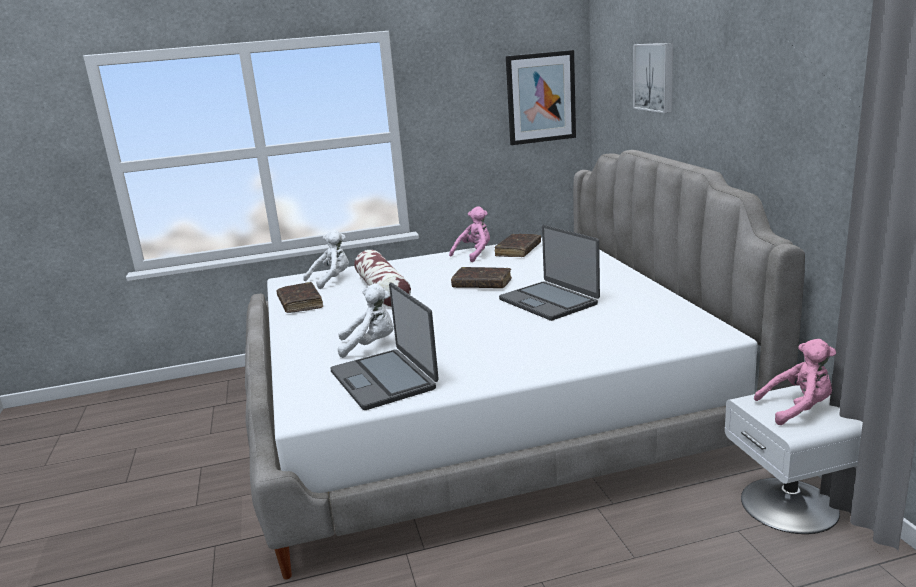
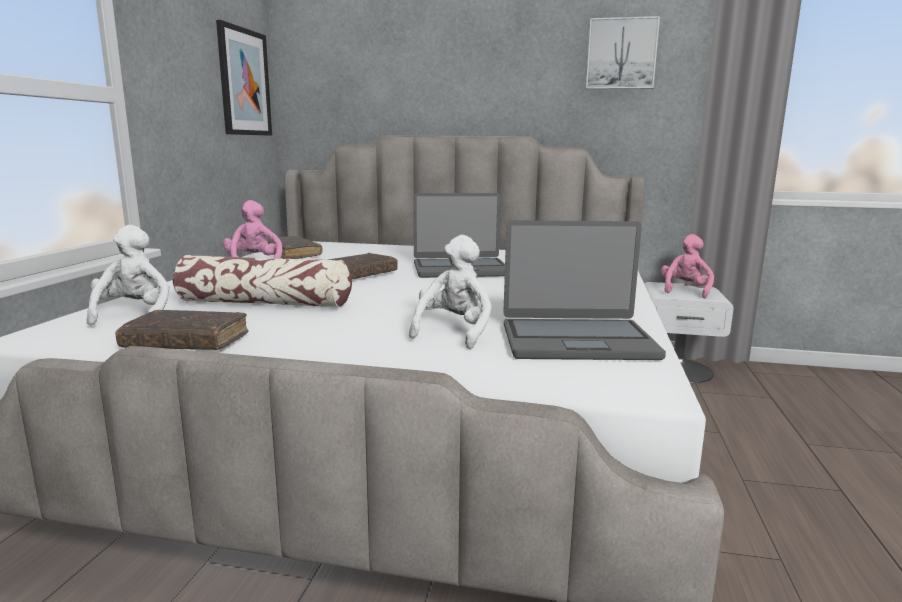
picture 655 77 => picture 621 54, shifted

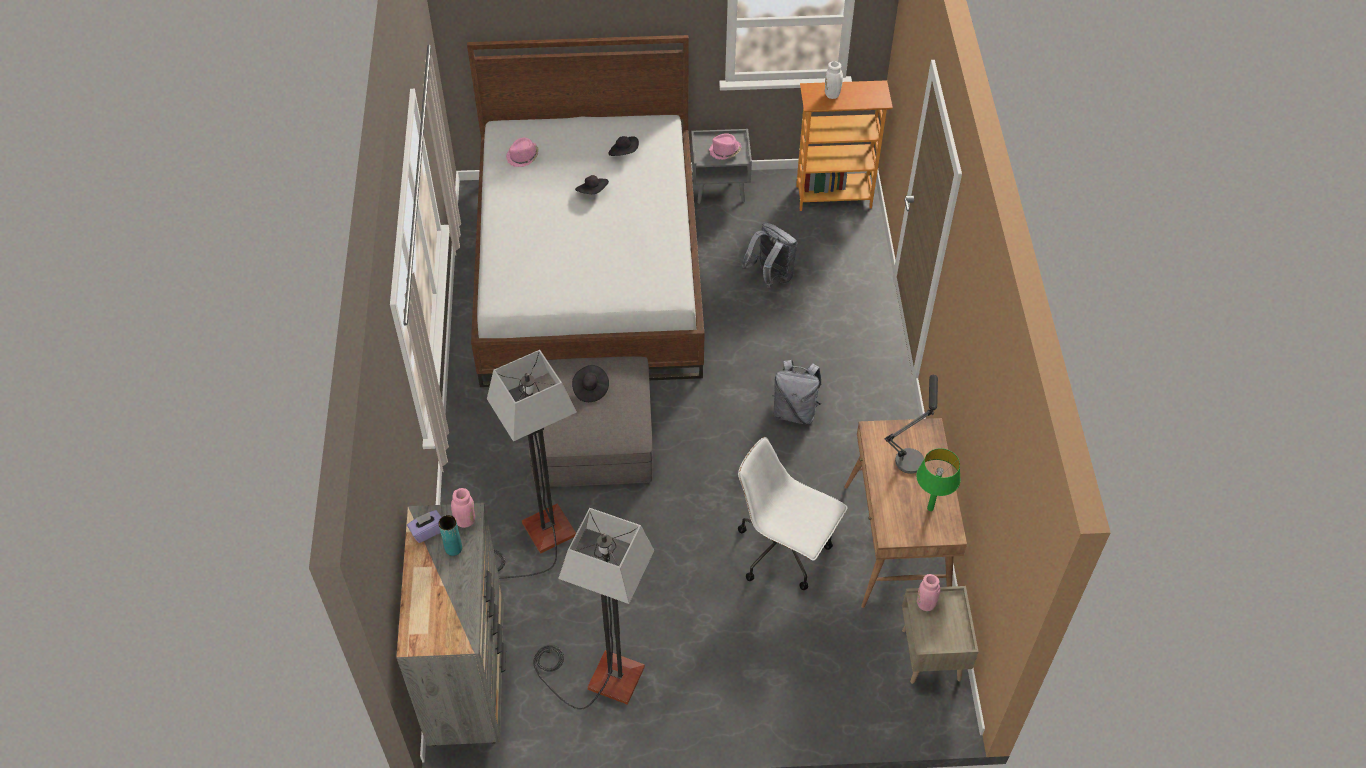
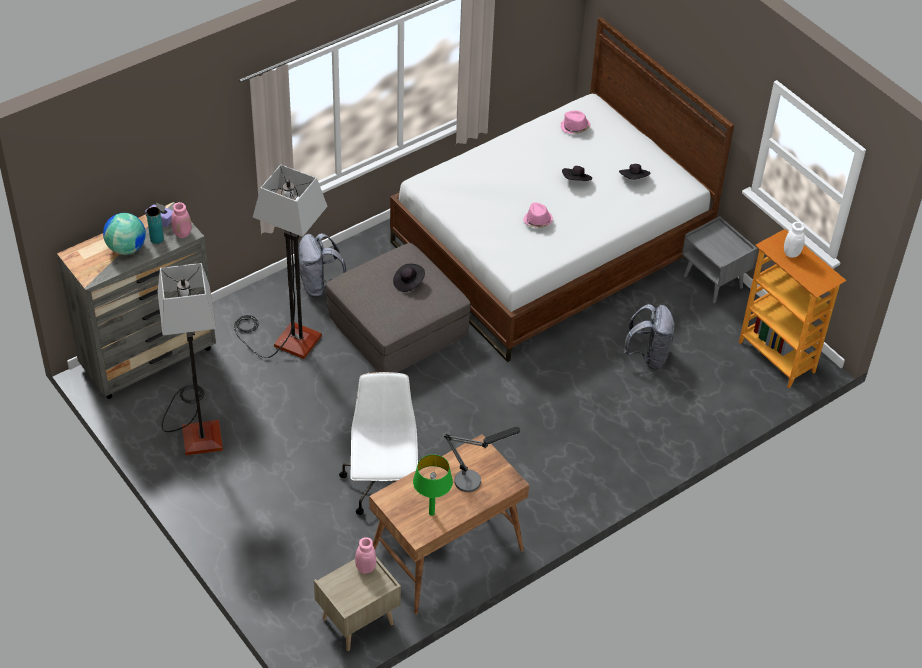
nothing => globe 126 248
backpack in grey 795 411 => backpack in grey 320 285, shifted
hat in pink 725 151 => hat in pink 537 221, shifted

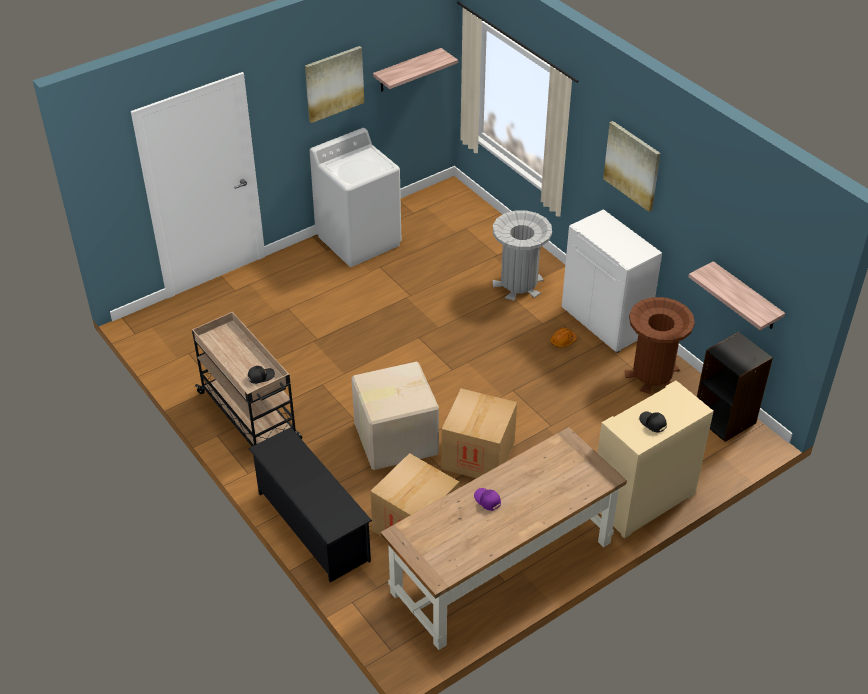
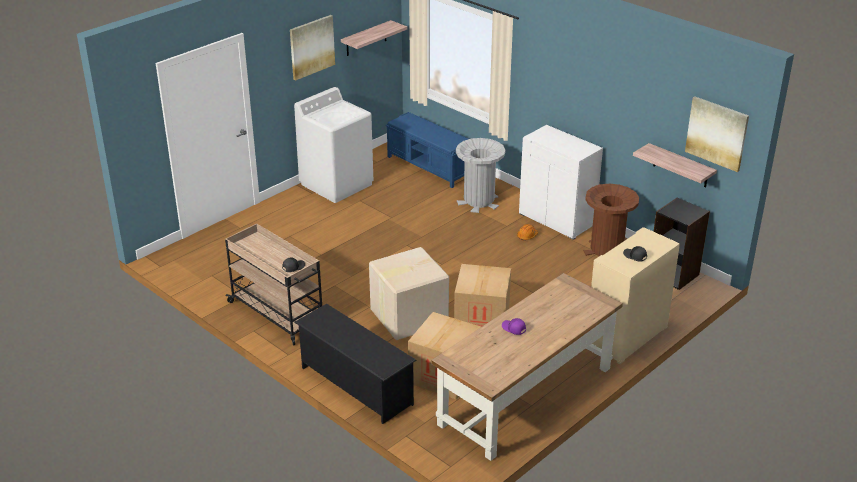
nothing => bench in blue 430 167
picture 632 165 => picture 717 133, shifted

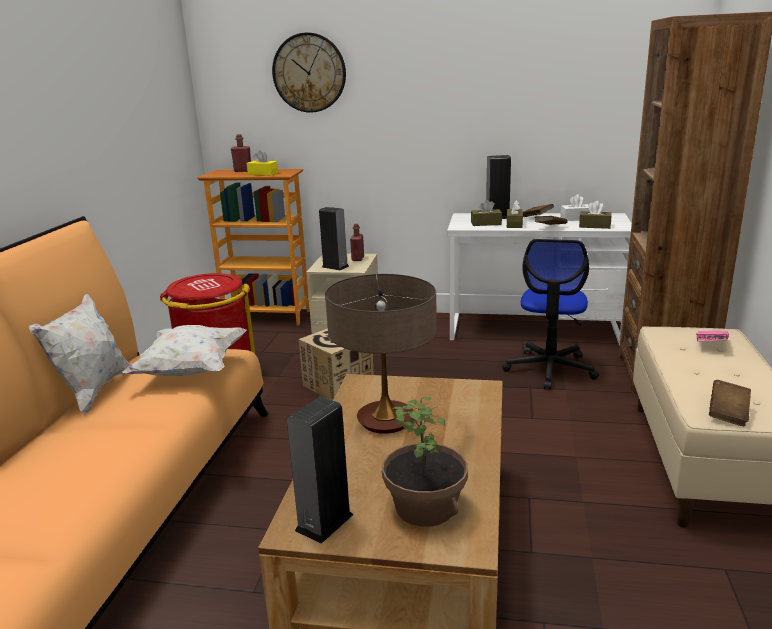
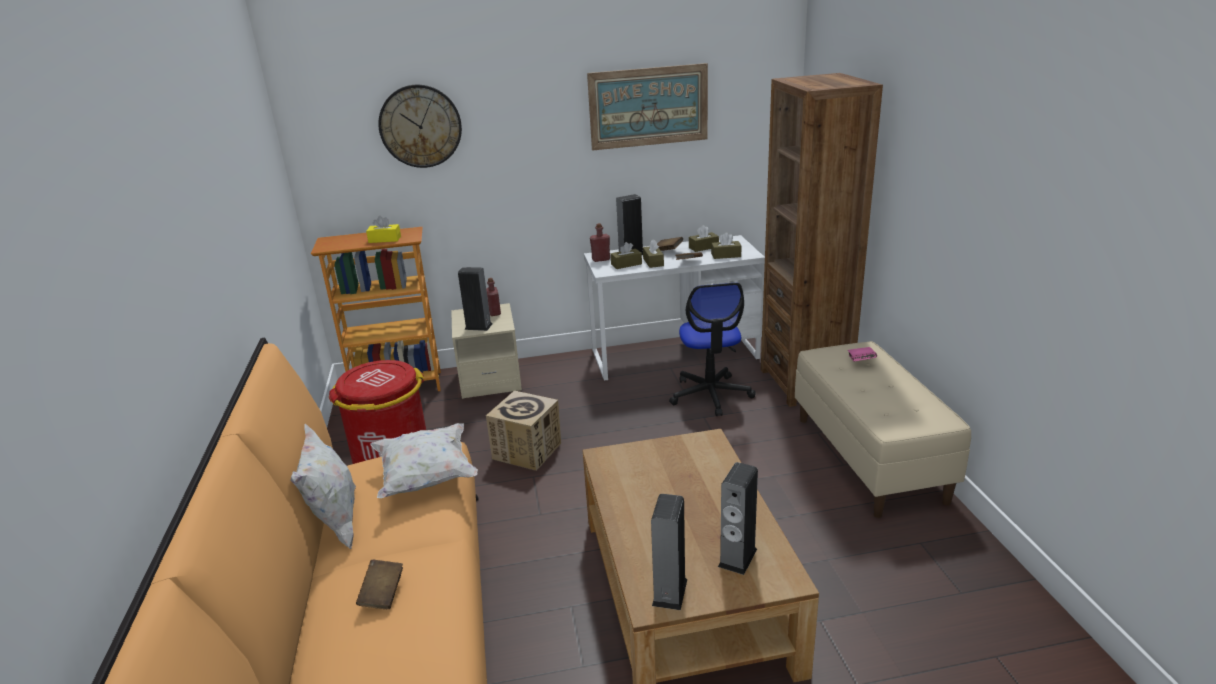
book in brown 728 414 => book in brown 382 594, shifted
nothing => picture 648 106
bottle in red 243 171 => bottle in red 601 259, shifted
tissue box in white 576 218 => tissue box in brown 703 247
potted plant 426 506 => speaker 737 557
table lamp 386 420 => nothing

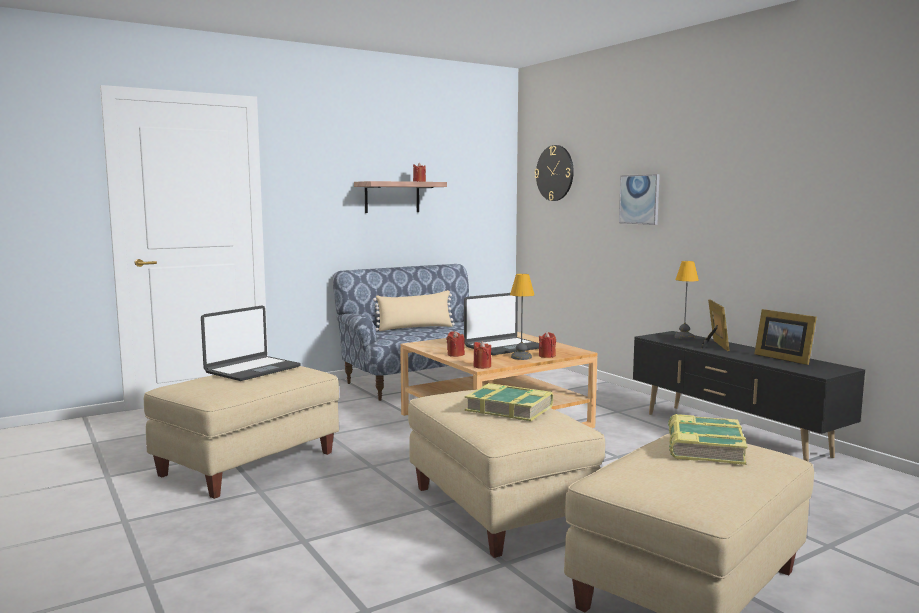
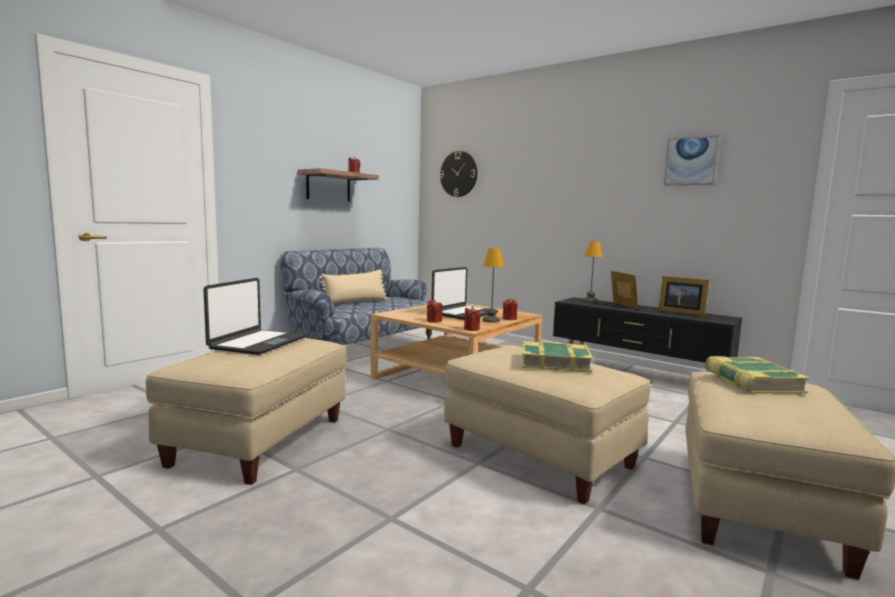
picture 639 199 => picture 691 161, shifted

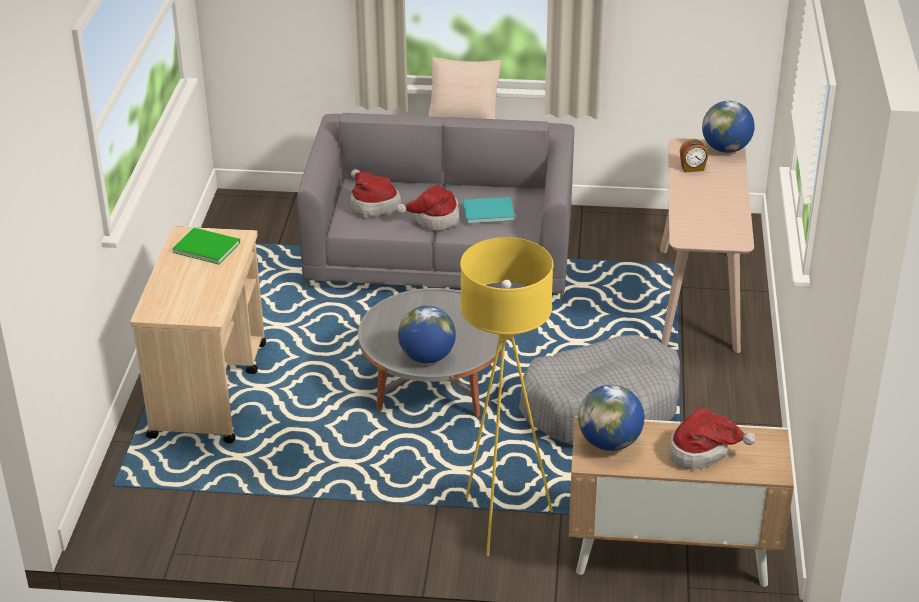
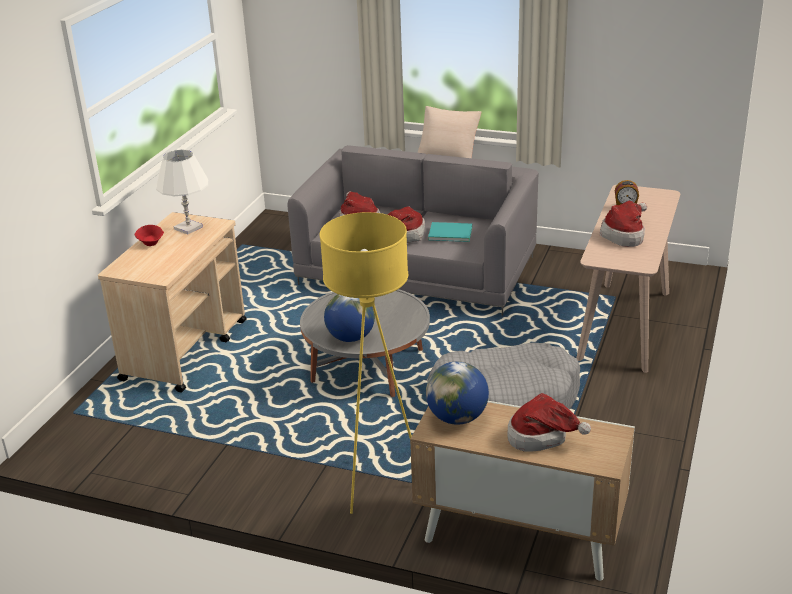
nothing => bowl in red 151 244
book in green 206 246 => table lamp in white 188 228
nothing => hat 625 235
globe 725 149 => nothing

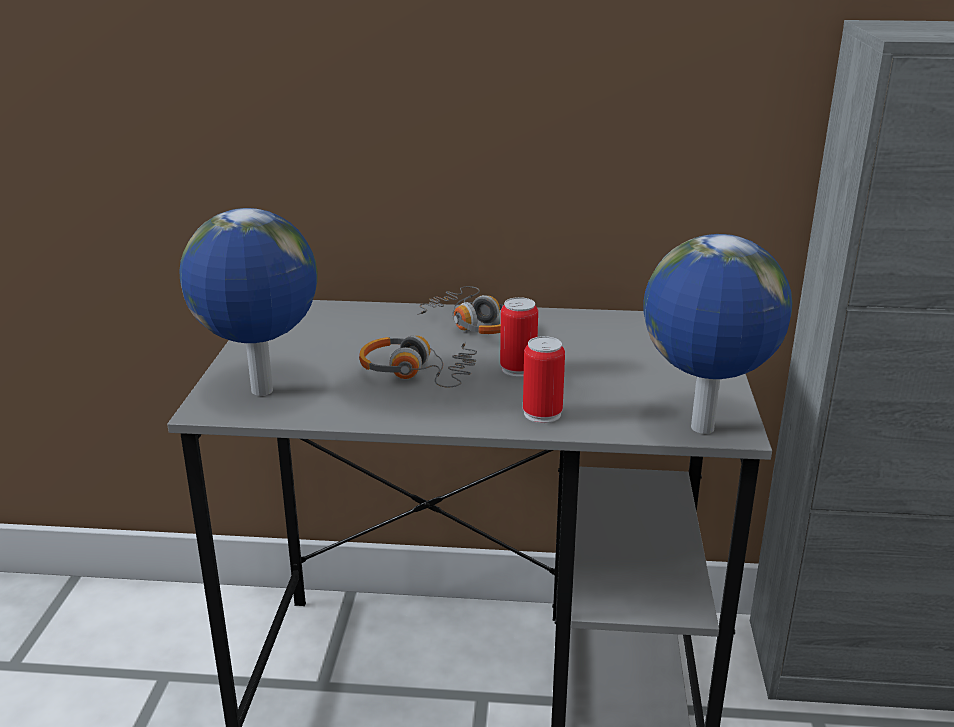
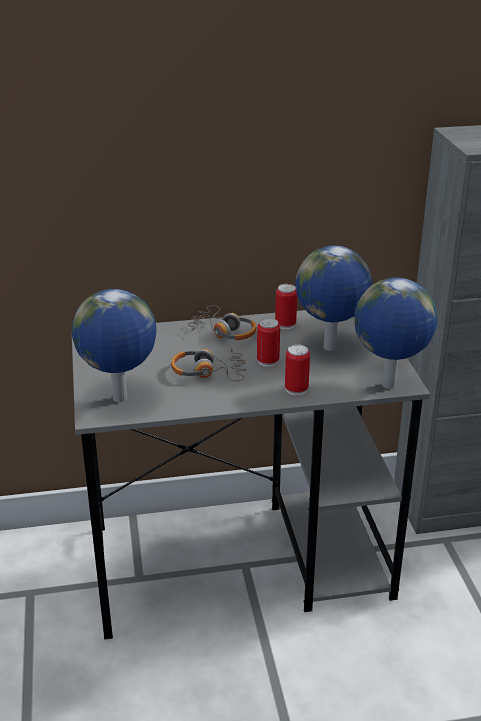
nothing => can 285 324
nothing => globe 330 348

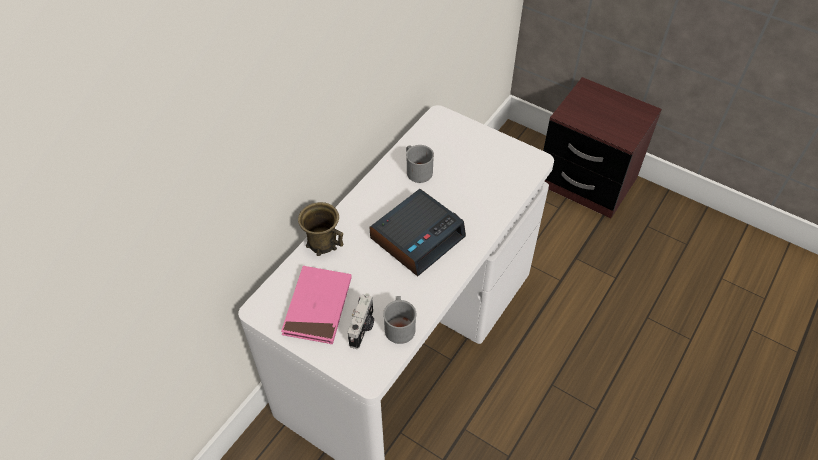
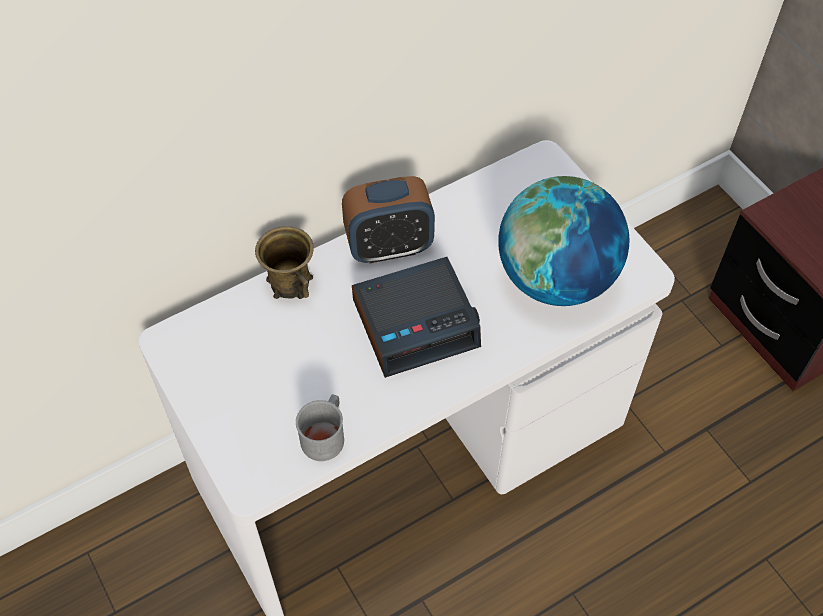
nothing => alarm clock 389 247
nothing => globe 556 278
book in pink 318 307 => nothing
photo camera 363 328 => nothing
mug in grey 417 170 => nothing

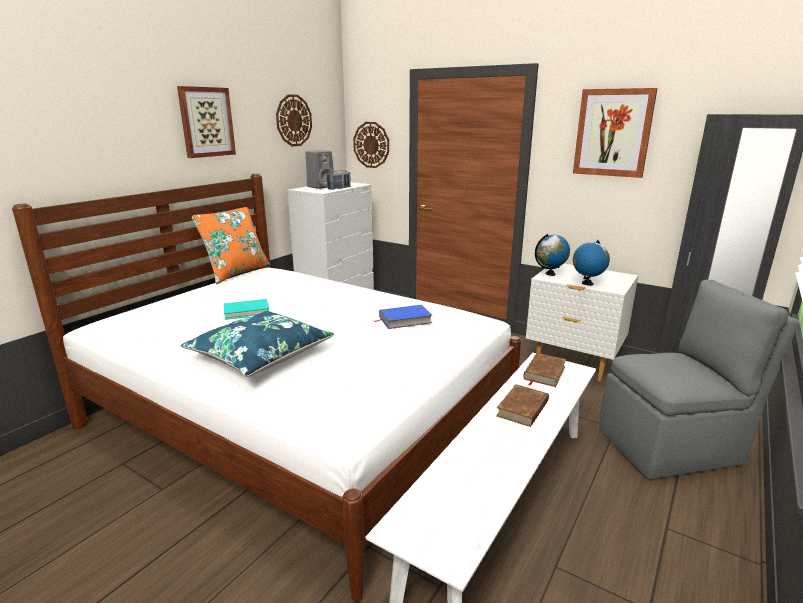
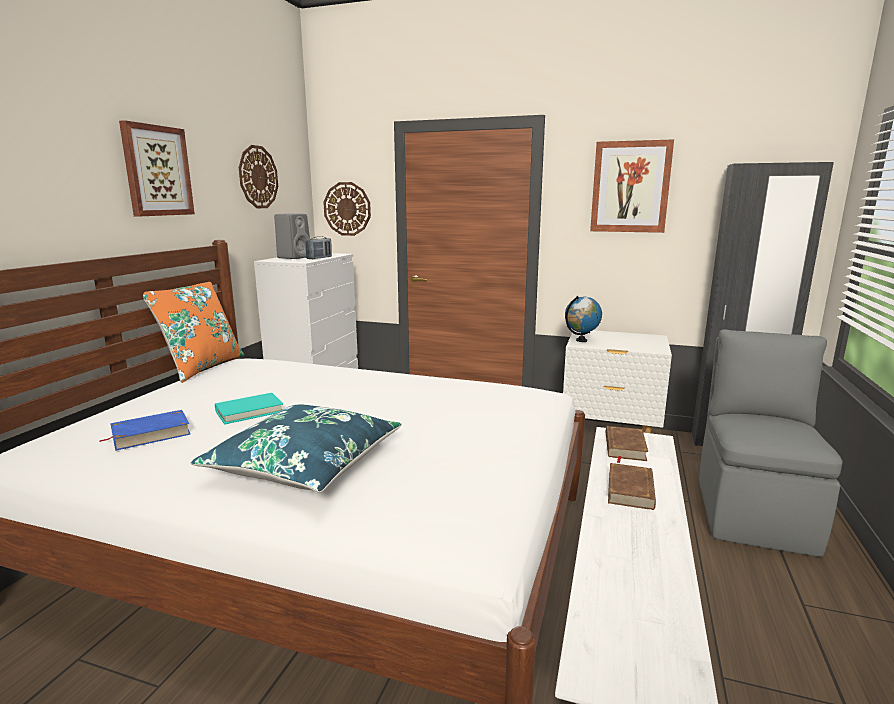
book in blue 405 320 => book in blue 150 434, shifted
chair in grey 672 446 => chair in grey 753 512, 45 degrees counterclockwise
globe 587 283 => nothing

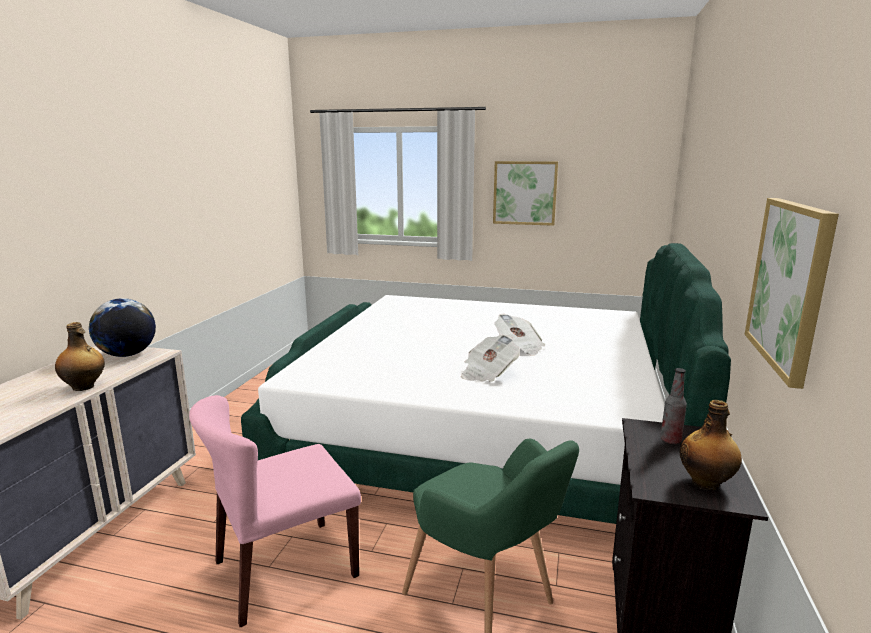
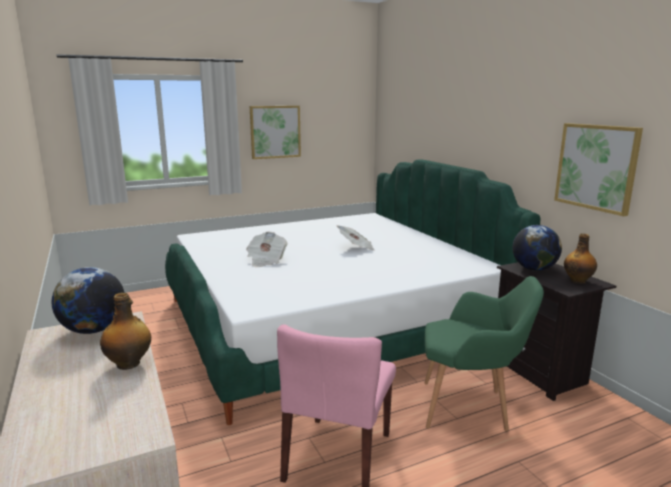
newspaper 488 373 => newspaper 266 260, shifted
bottle 670 440 => globe 534 269

